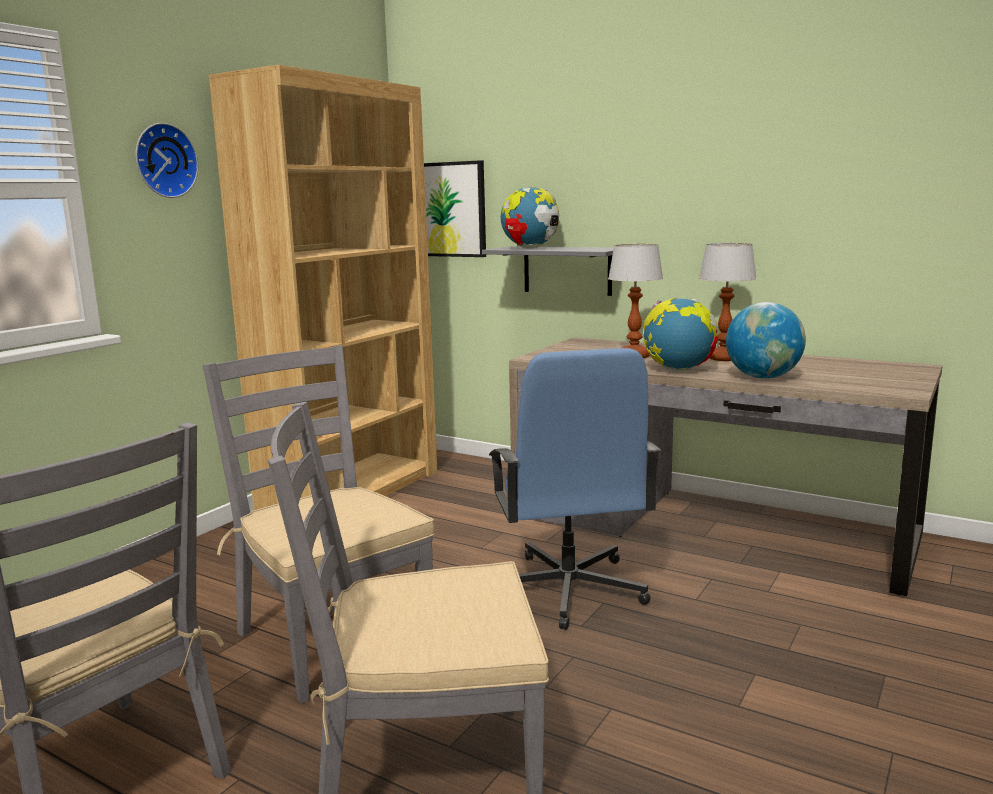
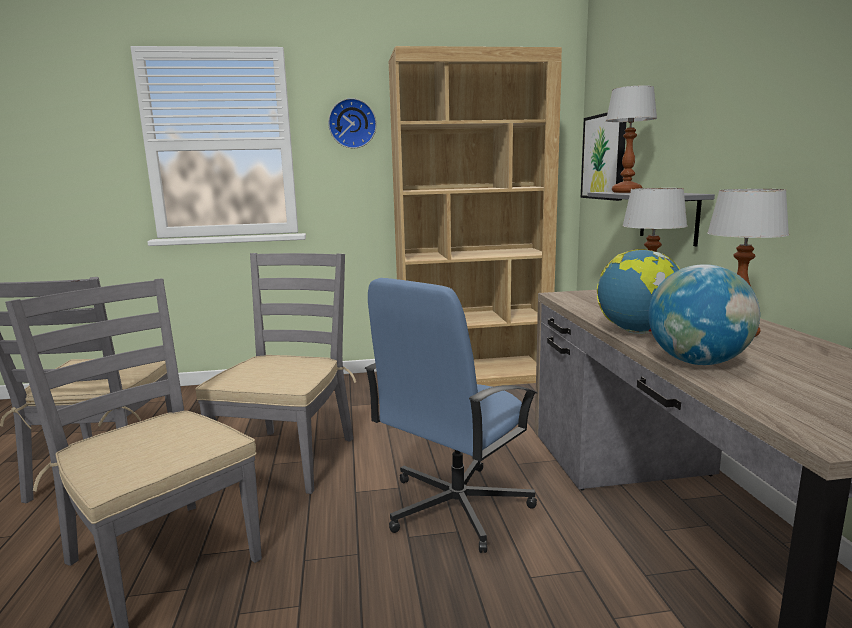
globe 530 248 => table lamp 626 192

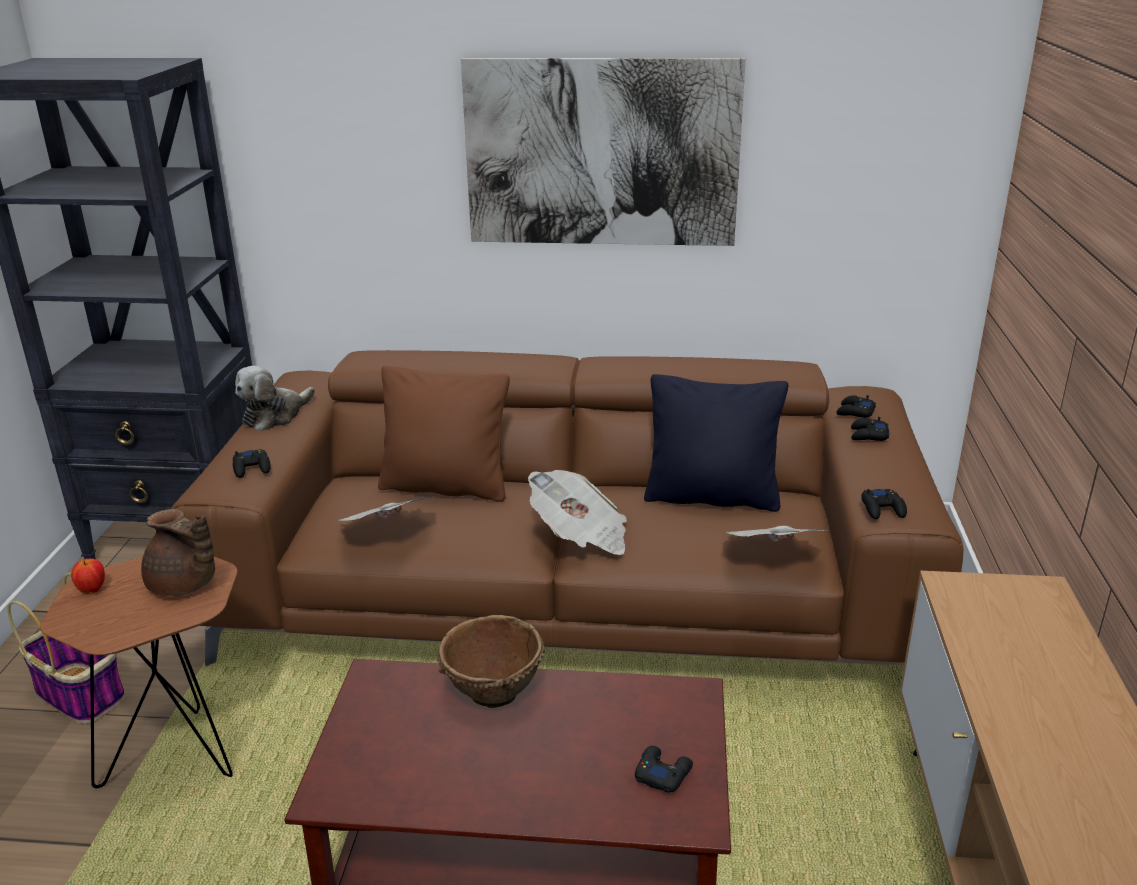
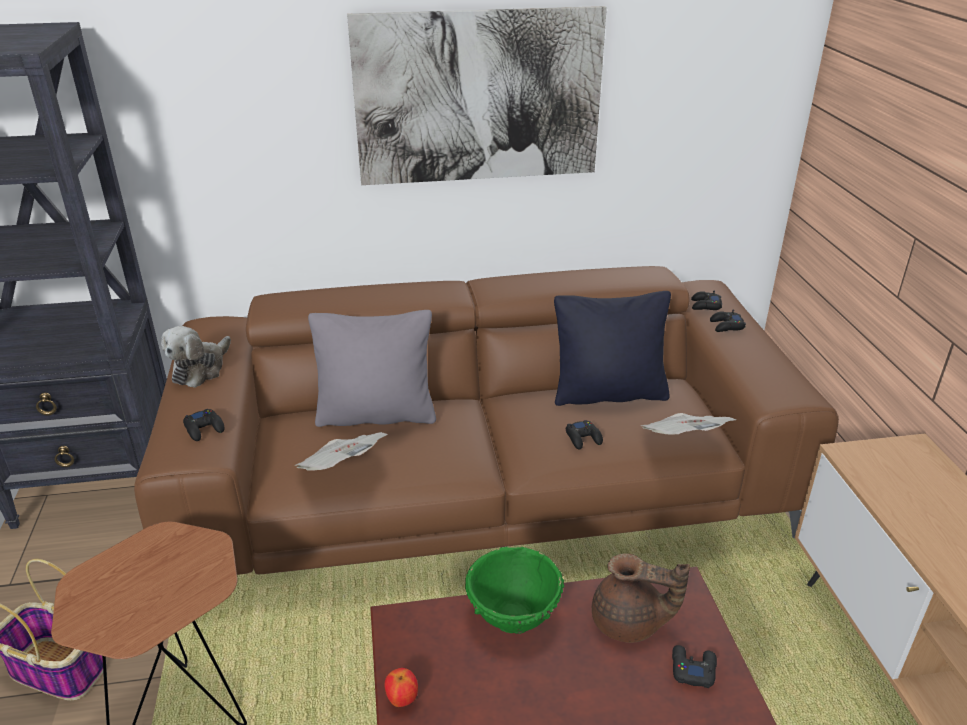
pillow in brown 446 487 => pillow in grey 376 415
apple 92 590 => apple 402 699, shifted
bowl in brown 493 692 => bowl in green 513 617
game controller in black 883 509 => game controller in black 583 438, shifted
teapot in brown 184 585 => teapot in brown 629 623, shifted
newspaper 580 536 => nothing

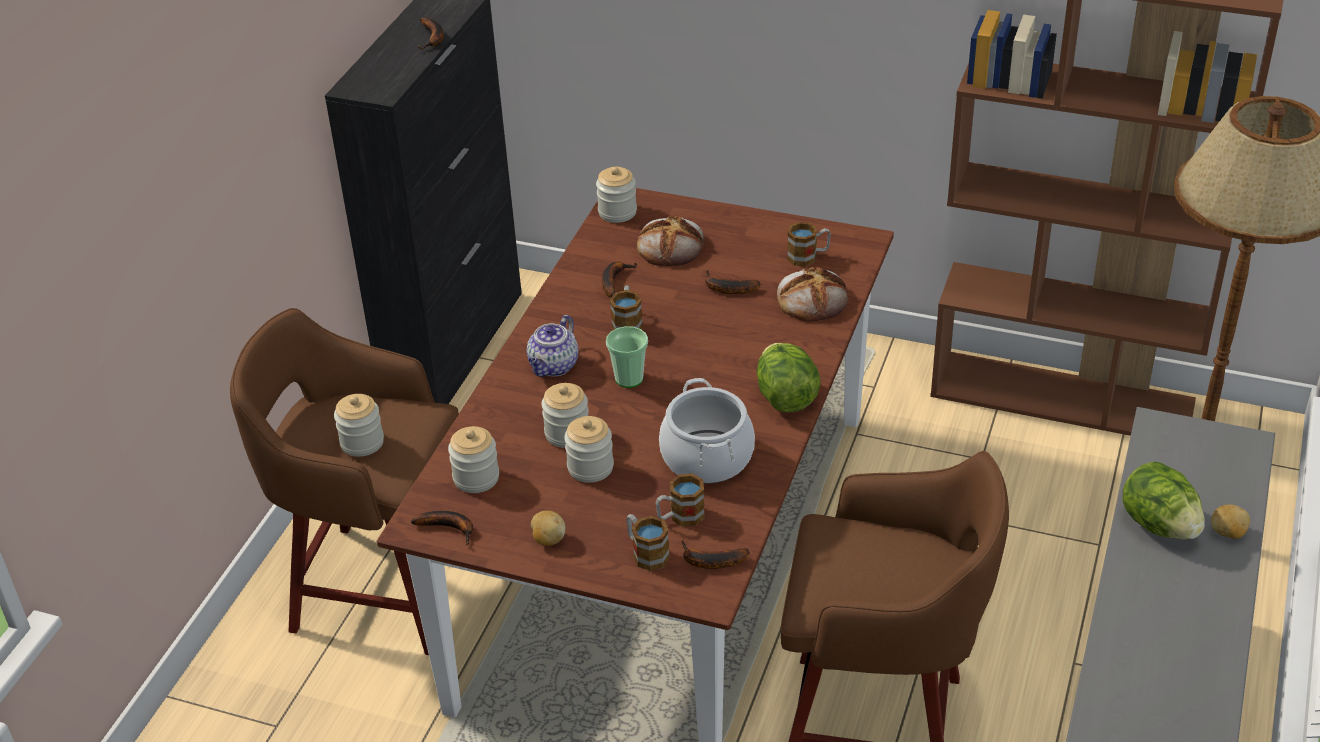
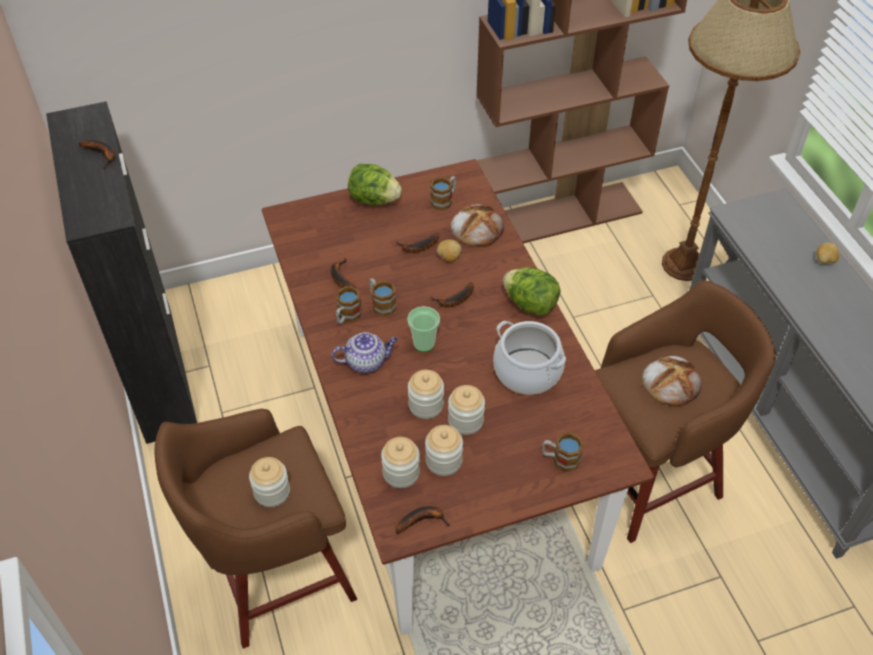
teapot 554 367 => teapot 366 362, 90 degrees counterclockwise
mug 680 516 => mug 347 316, shifted
lettuce 1159 525 => lettuce 374 199, shifted
jar 617 212 => jar 443 461, shifted
banana 709 561 => banana 454 300, shifted
potato 548 539 => potato 449 257, shifted
bread 671 246 => bread 671 383, shifted

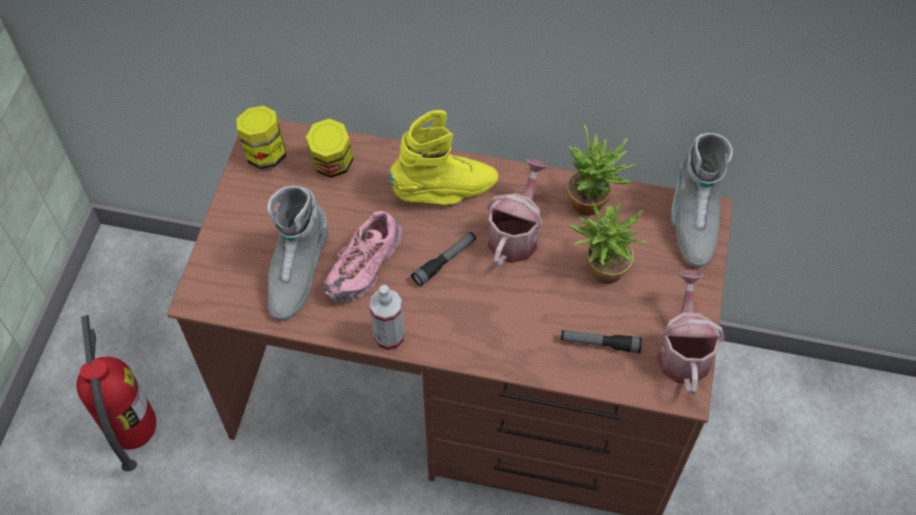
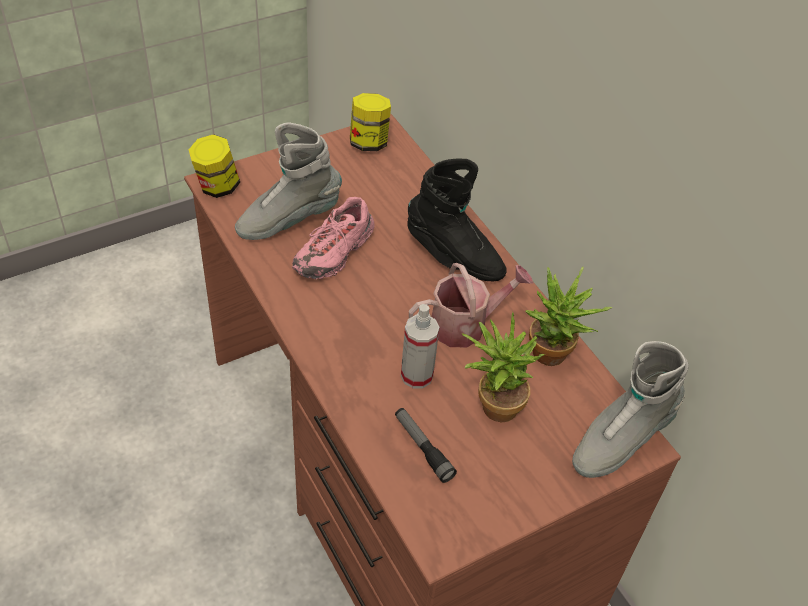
jar 332 164 => jar 217 187, shifted
shoe in pink 365 266 => shoe in pink 334 253, 45 degrees counterclockwise
spray bottle 389 337 => spray bottle 417 375, shifted
boot in yellow 445 191 => boot in black 453 257
fire extinguisher 133 433 => nothing
flashlight 445 261 => nothing
watering can 683 351 => nothing

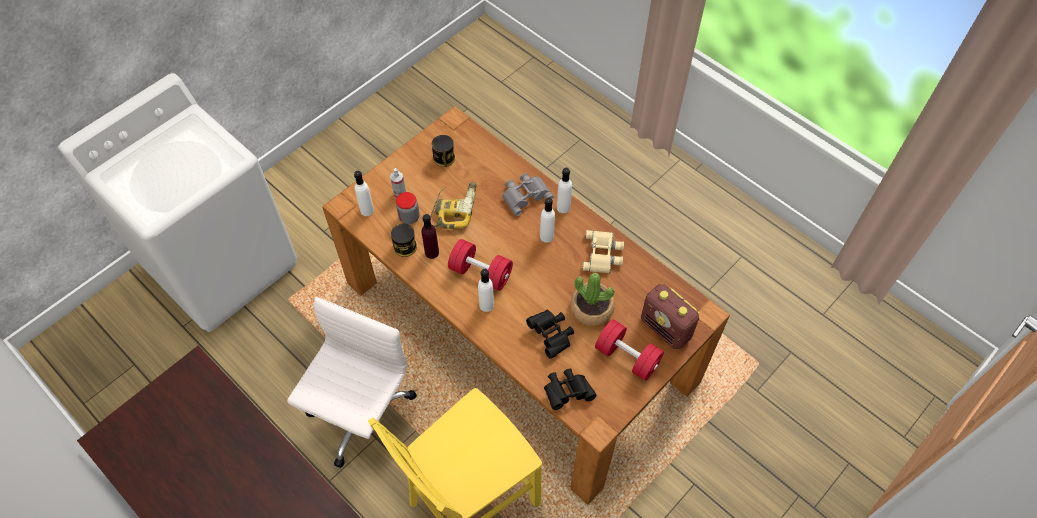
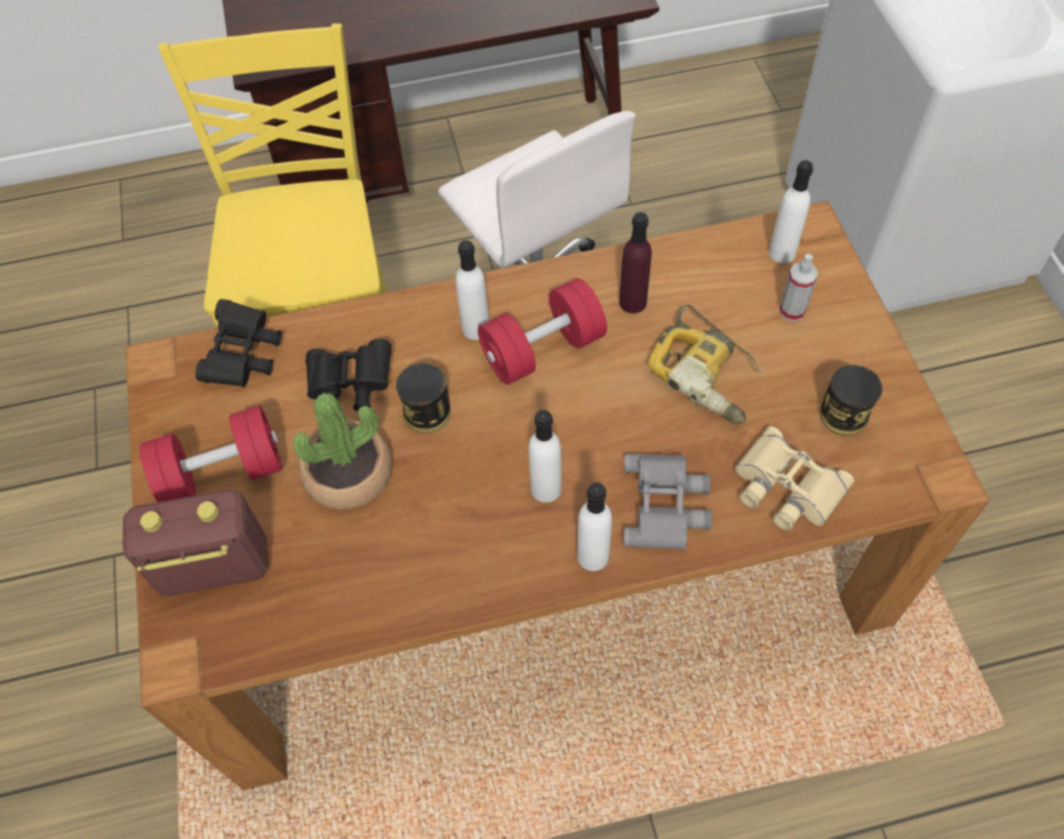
can 405 247 => can 427 412, shifted
binoculars in beige 603 254 => binoculars in beige 785 487, shifted
jar 409 217 => nothing

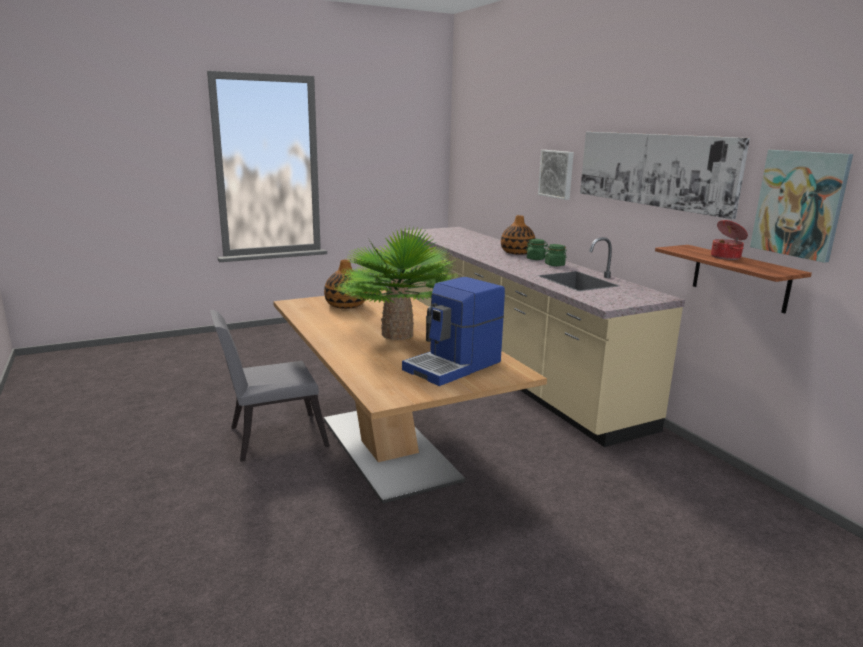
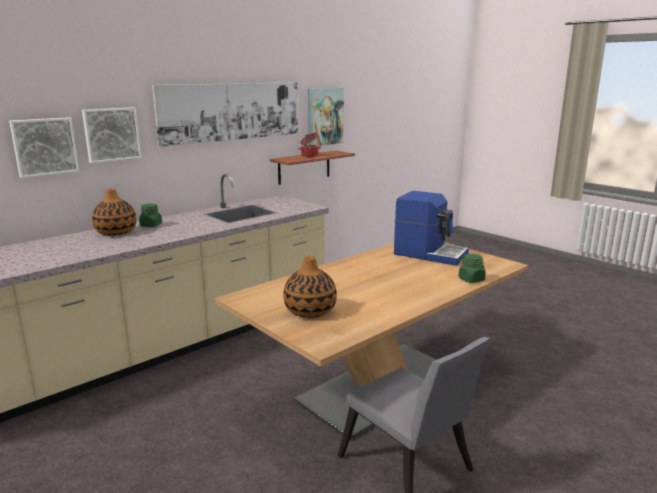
nothing => picture 44 146
jar in green 554 265 => jar in green 471 279, shifted
potted plant 397 334 => nothing

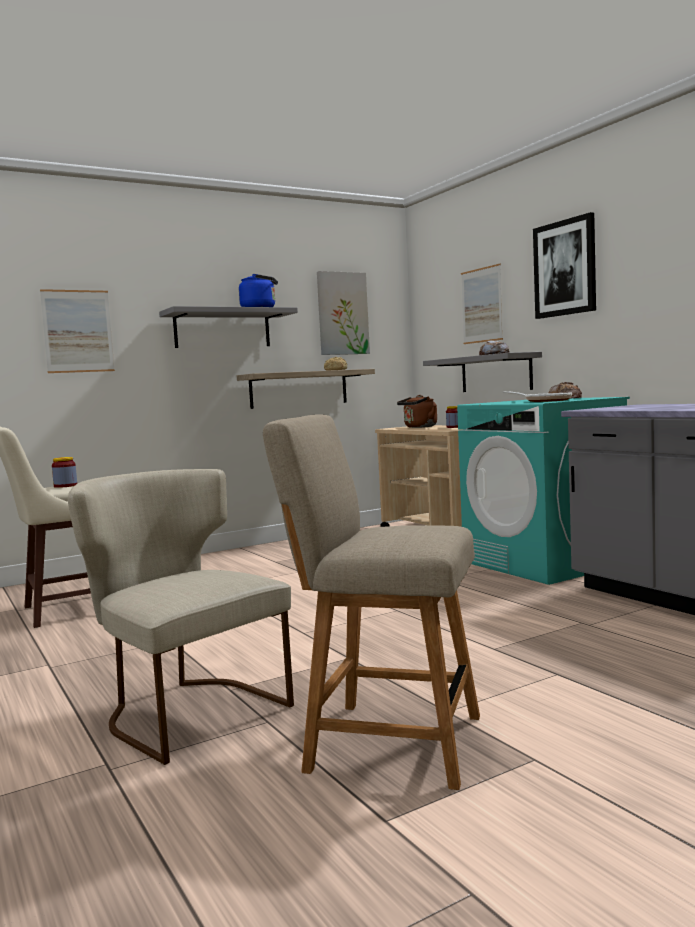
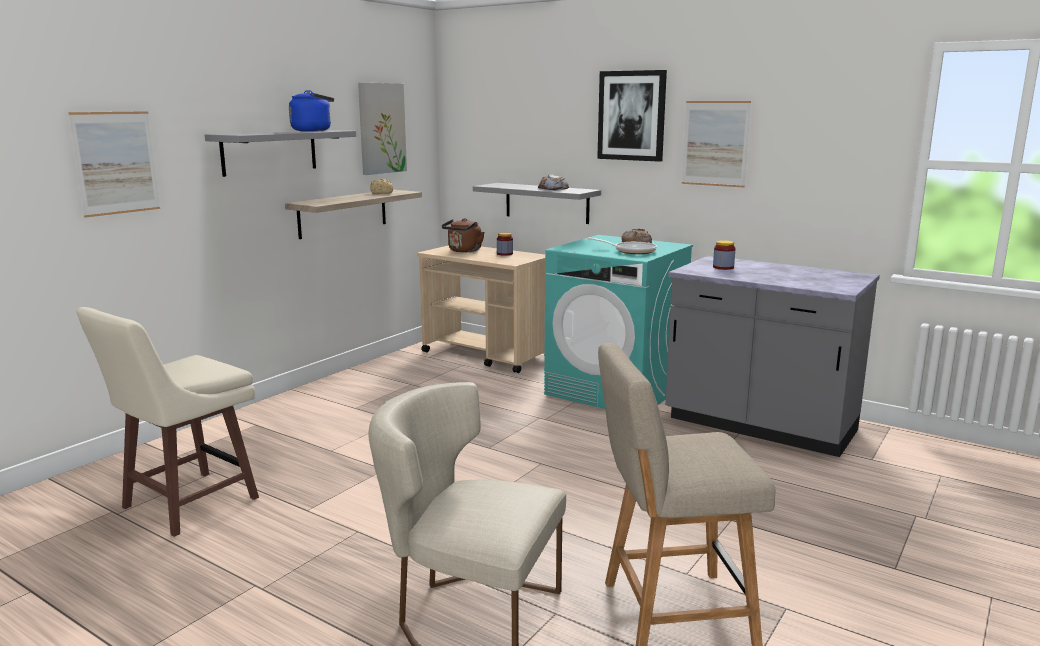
picture 481 305 => picture 715 143, shifted
jar 65 486 => jar 723 267, shifted

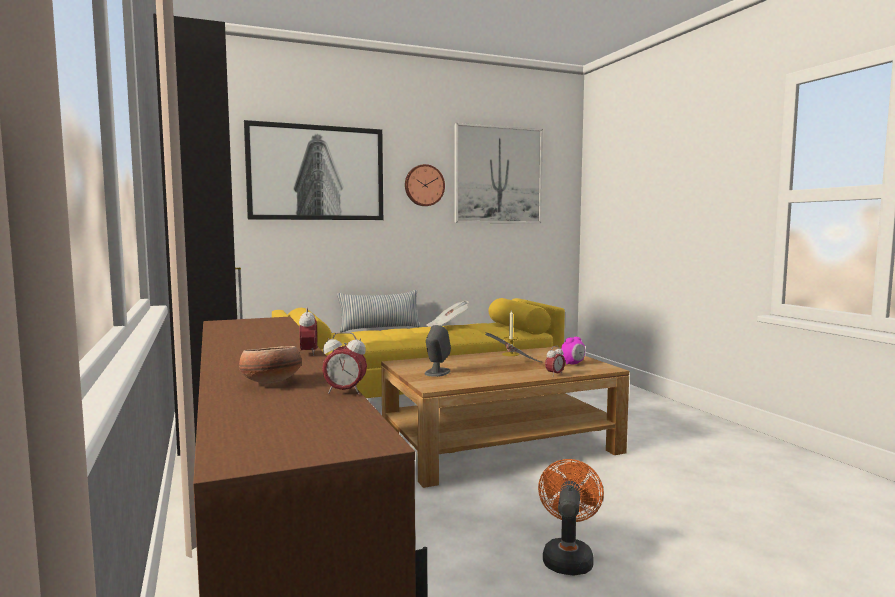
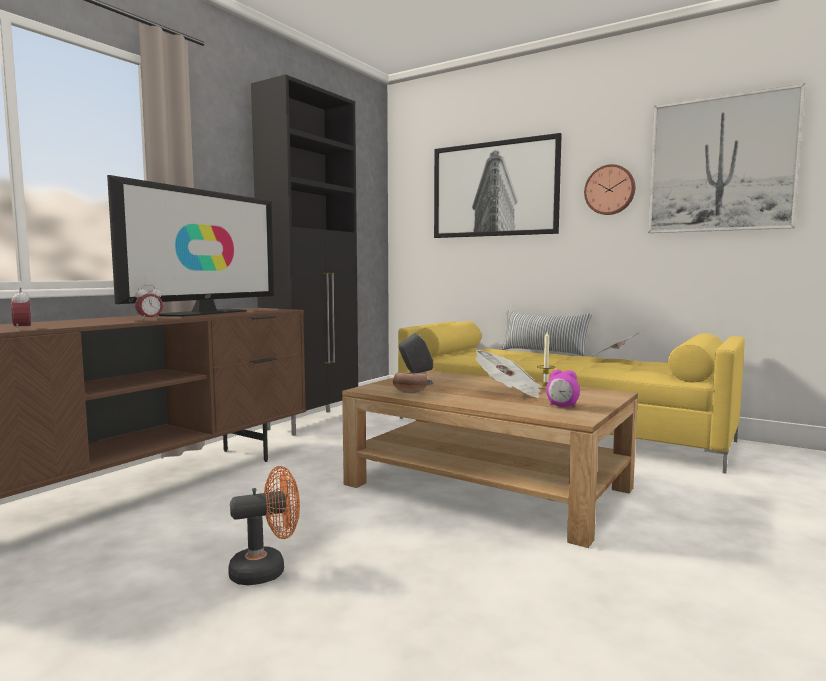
nothing => television 204 313
bowl 271 382 => bowl 409 393, shifted
alarm clock 554 375 => nothing

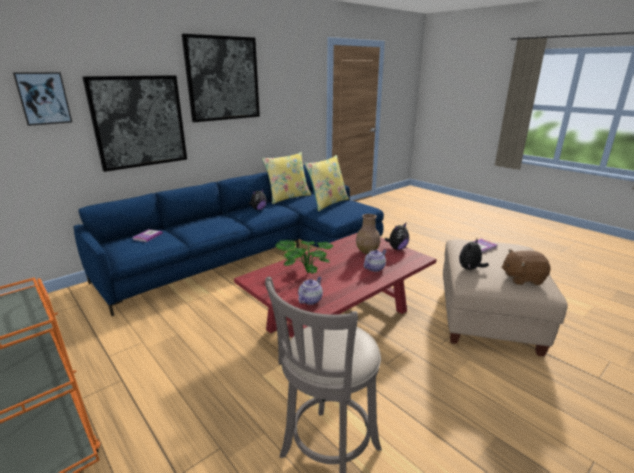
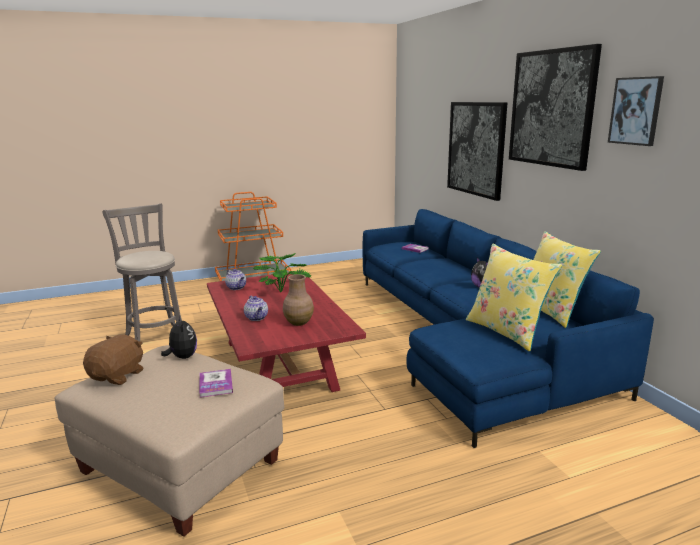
picture 43 98 => picture 636 111, shifted
plush toy 397 248 => nothing

